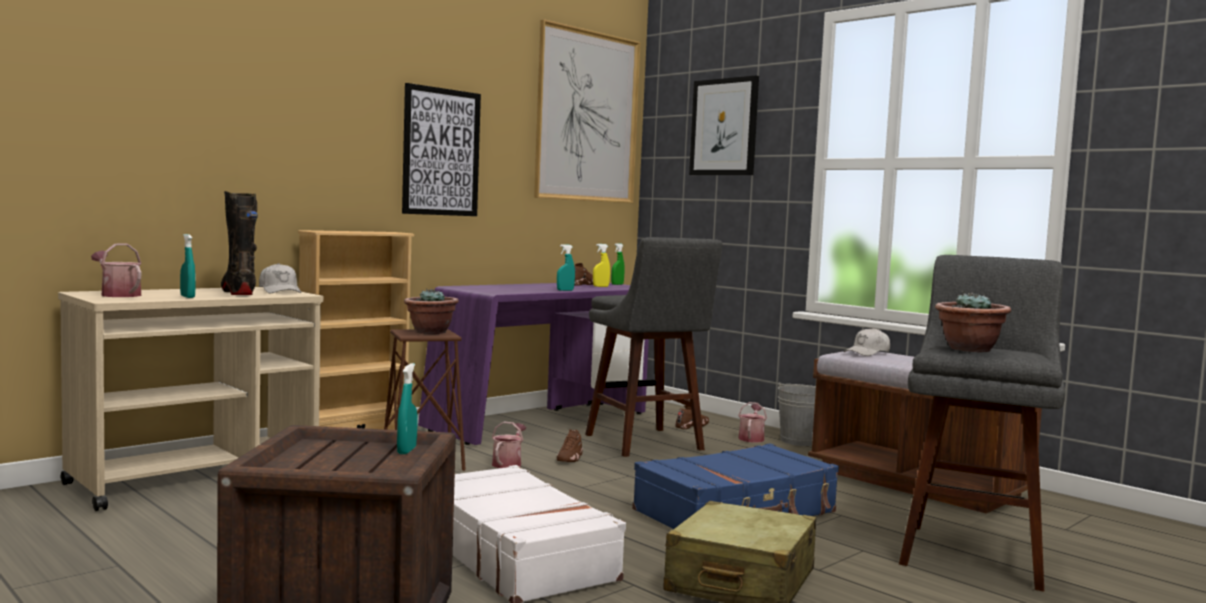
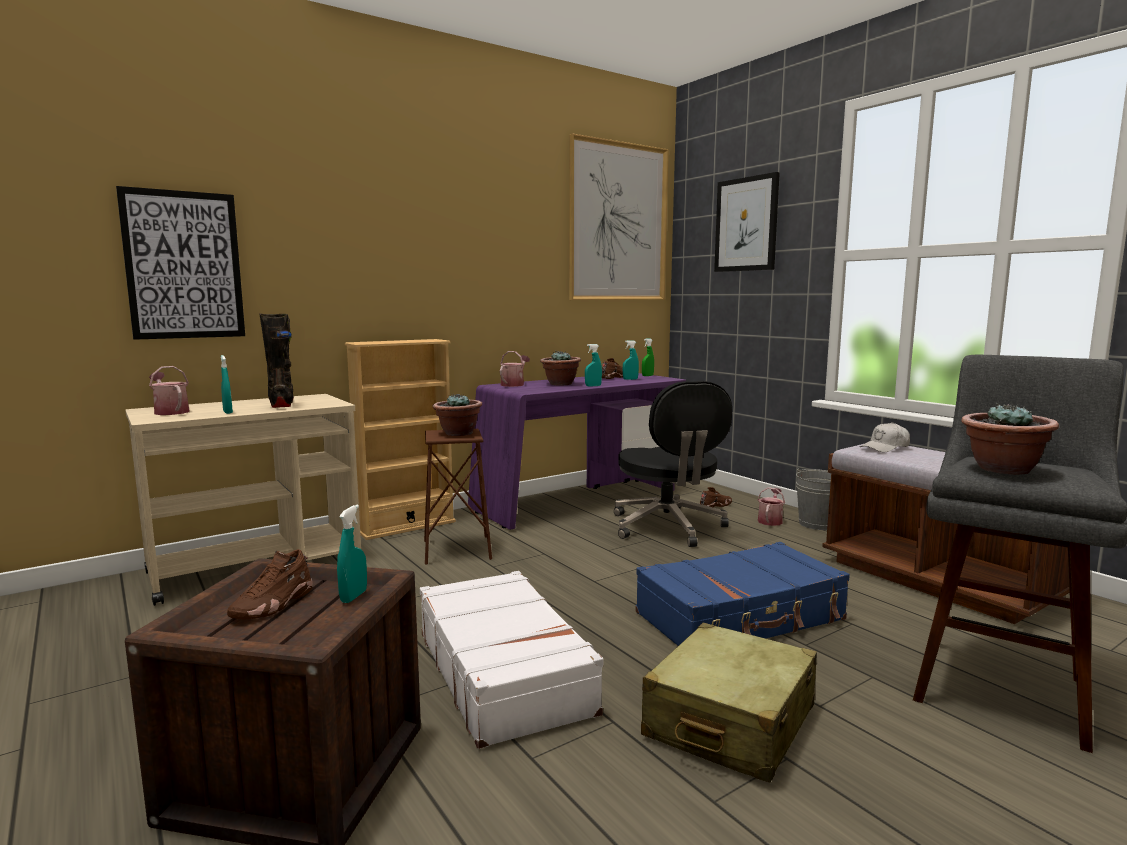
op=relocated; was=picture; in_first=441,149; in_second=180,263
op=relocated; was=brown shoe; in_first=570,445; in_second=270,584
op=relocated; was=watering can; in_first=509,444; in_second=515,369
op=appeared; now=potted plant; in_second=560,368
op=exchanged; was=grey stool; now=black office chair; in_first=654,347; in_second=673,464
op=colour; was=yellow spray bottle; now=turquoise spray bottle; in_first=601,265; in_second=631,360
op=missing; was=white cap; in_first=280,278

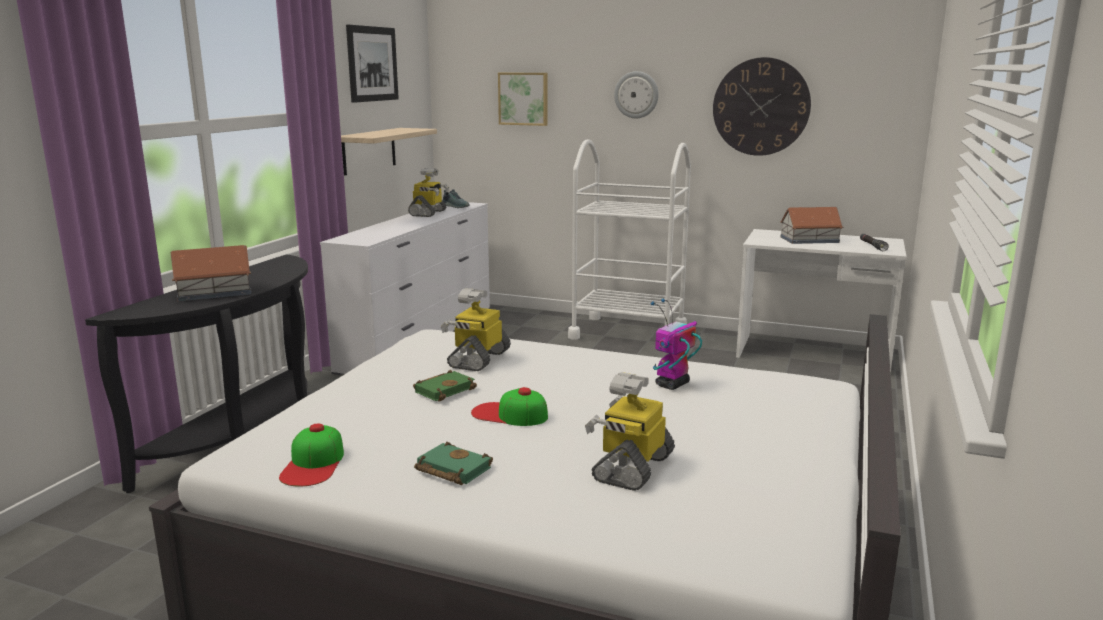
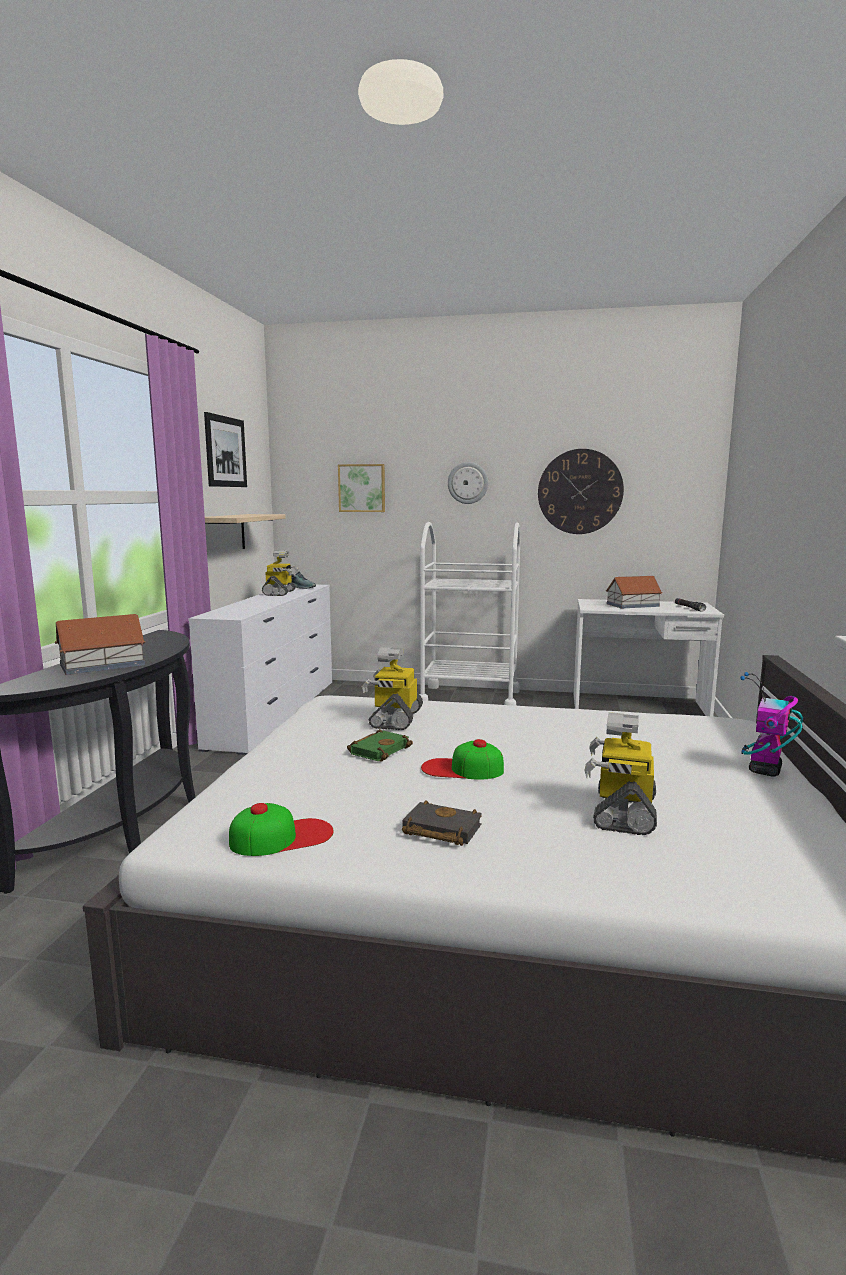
op=spun; was=cap; in_first=311,455; in_second=281,829; clockwise=-105
op=colour; was=green book; now=black book; in_first=453,463; in_second=442,823
op=relocated; was=toy robot; in_first=676,344; in_second=771,724

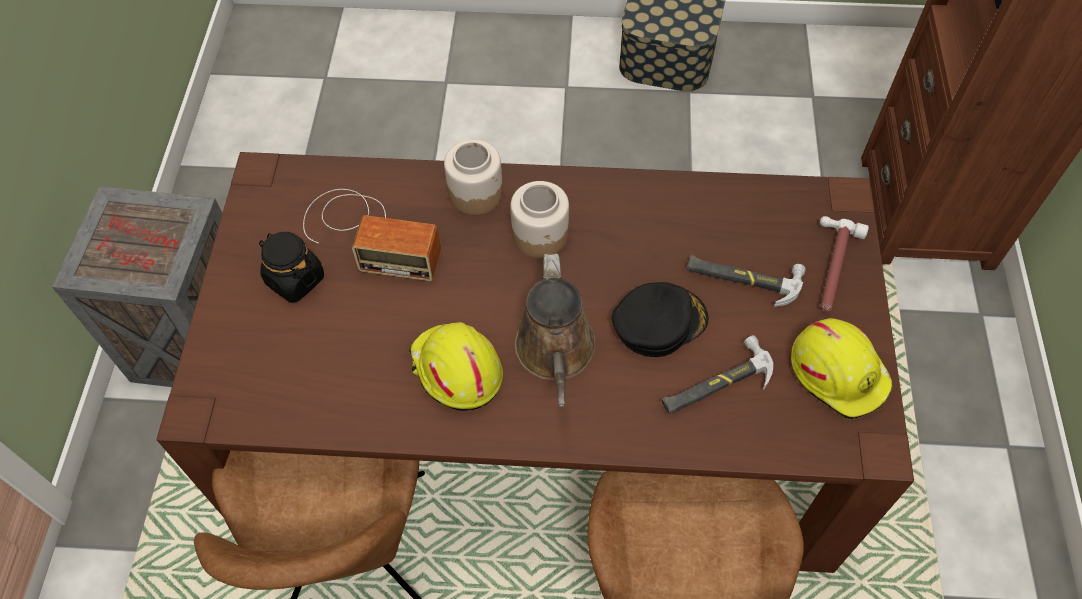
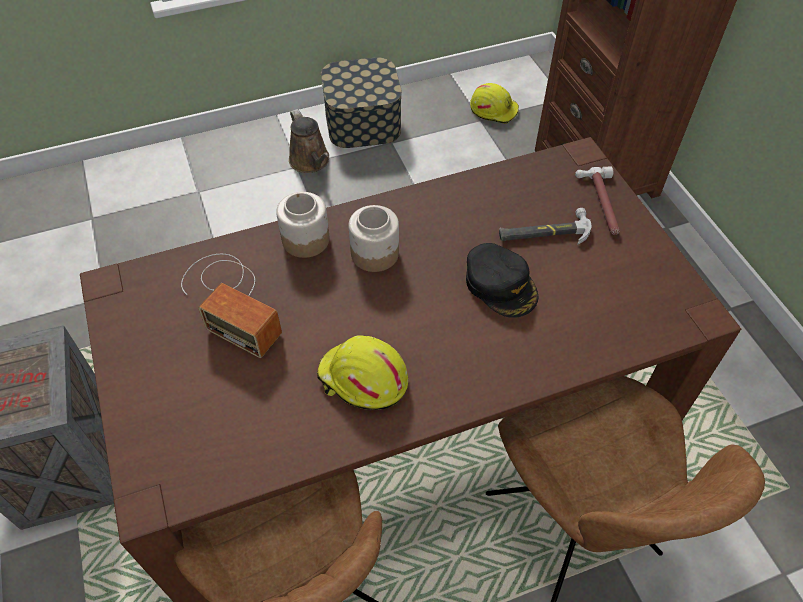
op=spun; was=radio; in_first=372,235; in_second=231,306; clockwise=45
op=relocated; was=brown watering can; in_first=555,330; in_second=309,141
op=spun; was=black cap; in_first=660,319; in_second=502,280; clockwise=105
op=relocated; was=yellow hard hat; in_first=842,369; in_second=494,103
op=missing; was=black jar; in_first=291,267
op=missing; was=hammer; in_first=717,374

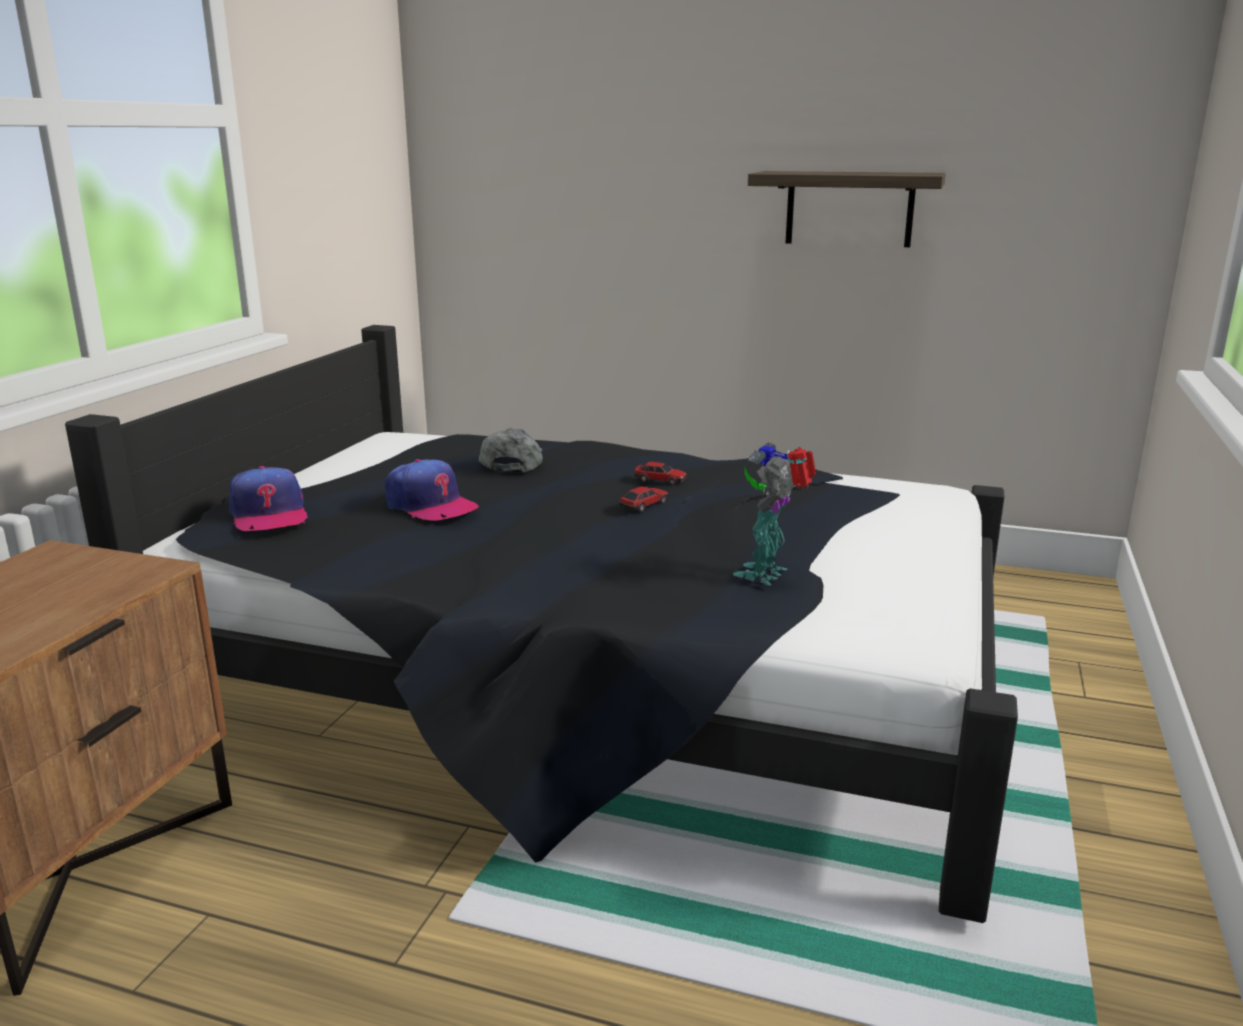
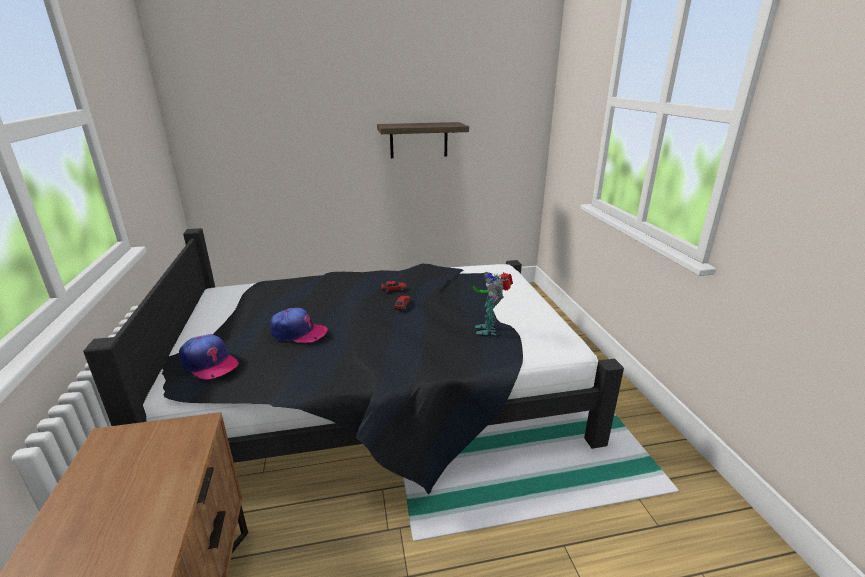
op=missing; was=grey cap; in_first=511,450

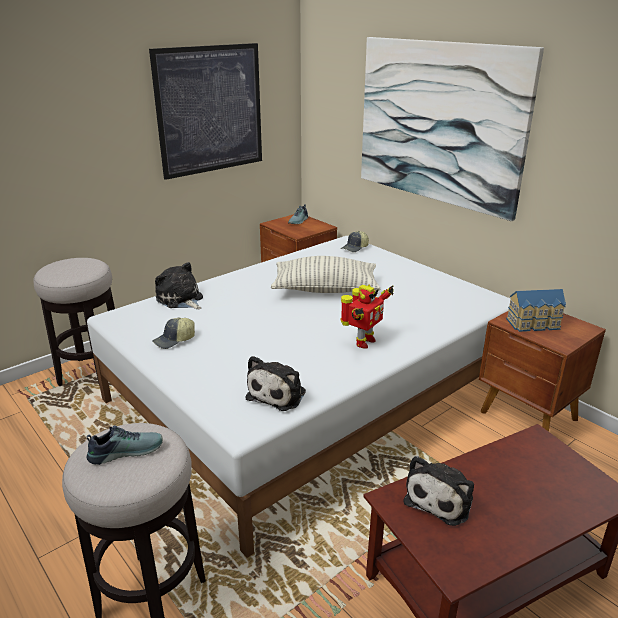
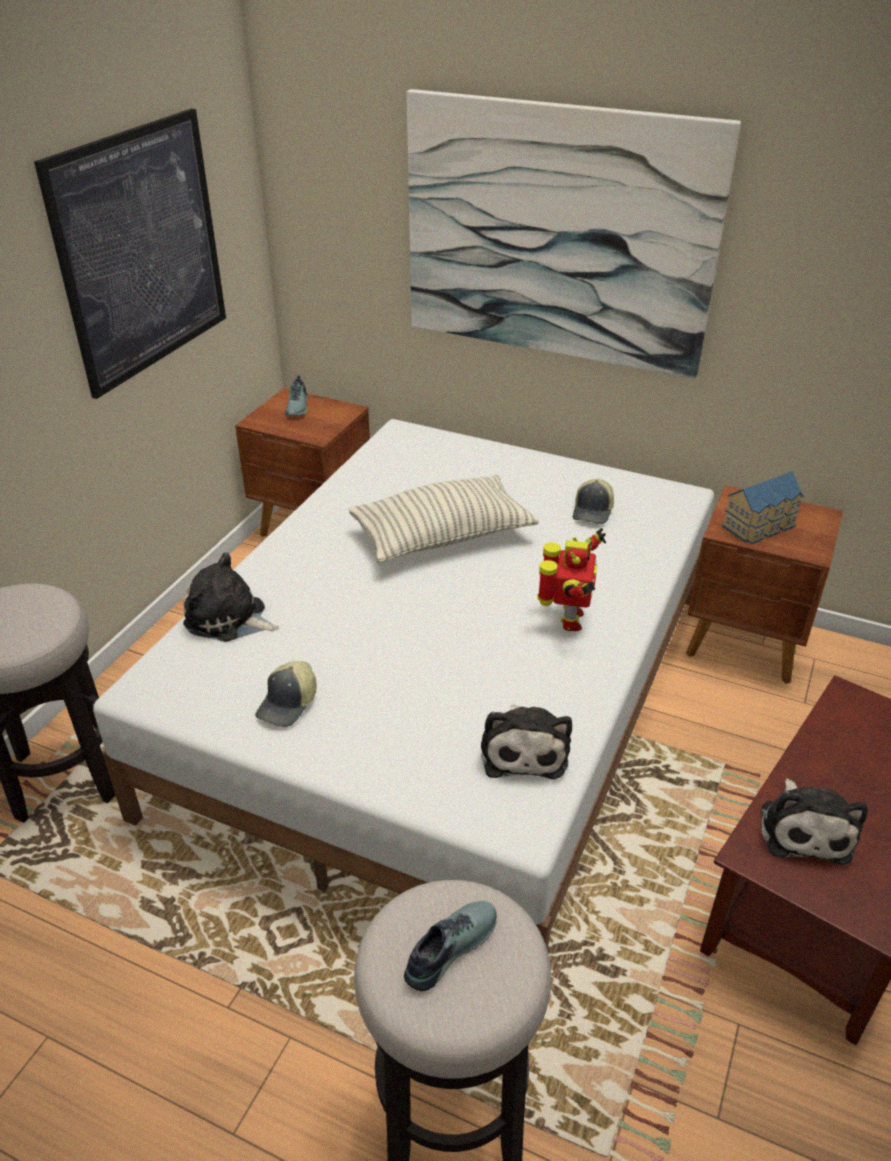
op=relocated; was=cap; in_first=355,241; in_second=593,501

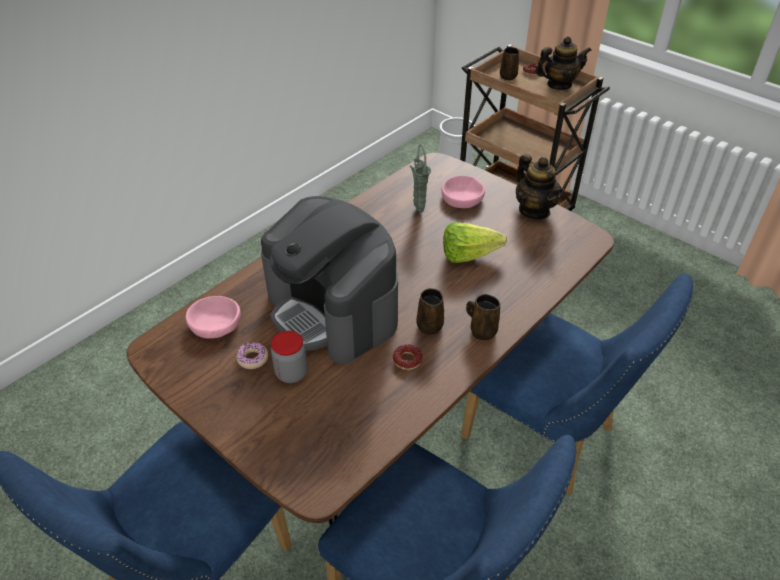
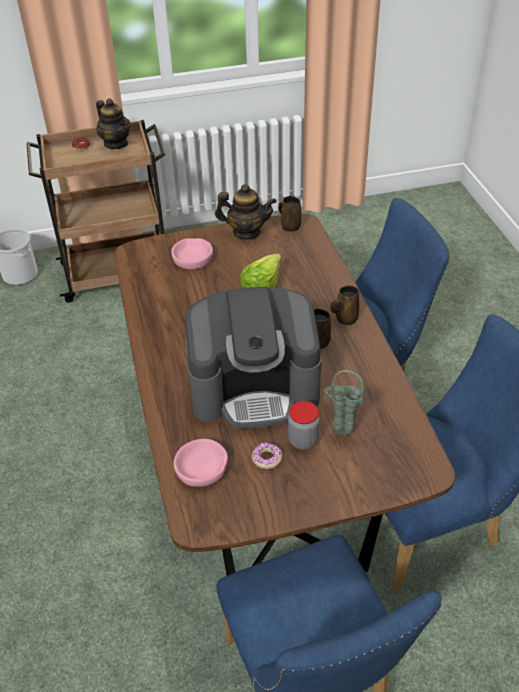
op=spun; was=teapot; in_first=563,63; in_second=113,124; clockwise=120
op=relocated; was=brown mug; in_first=509,63; in_second=289,214
op=relocated; was=green vase; in_first=420,178; in_second=344,402
op=missing; was=donut; in_first=408,357

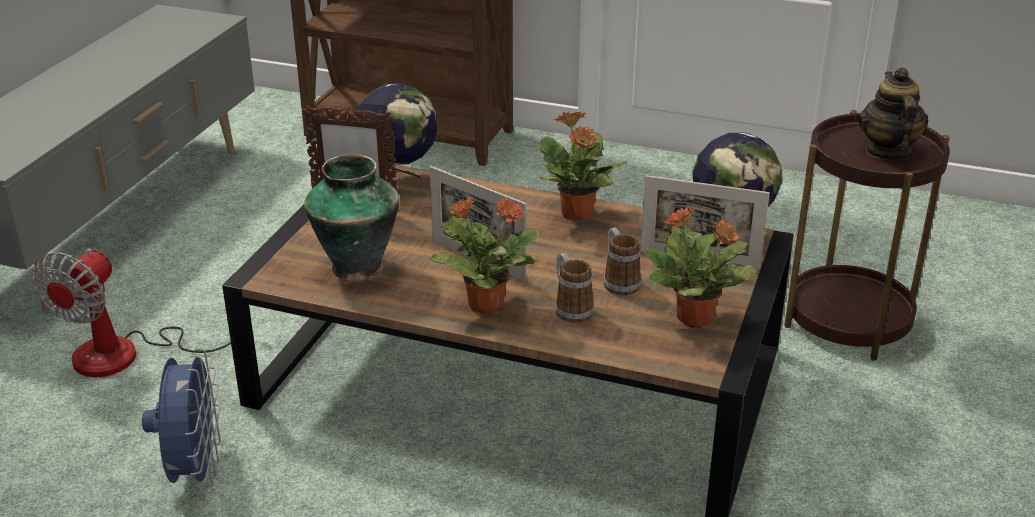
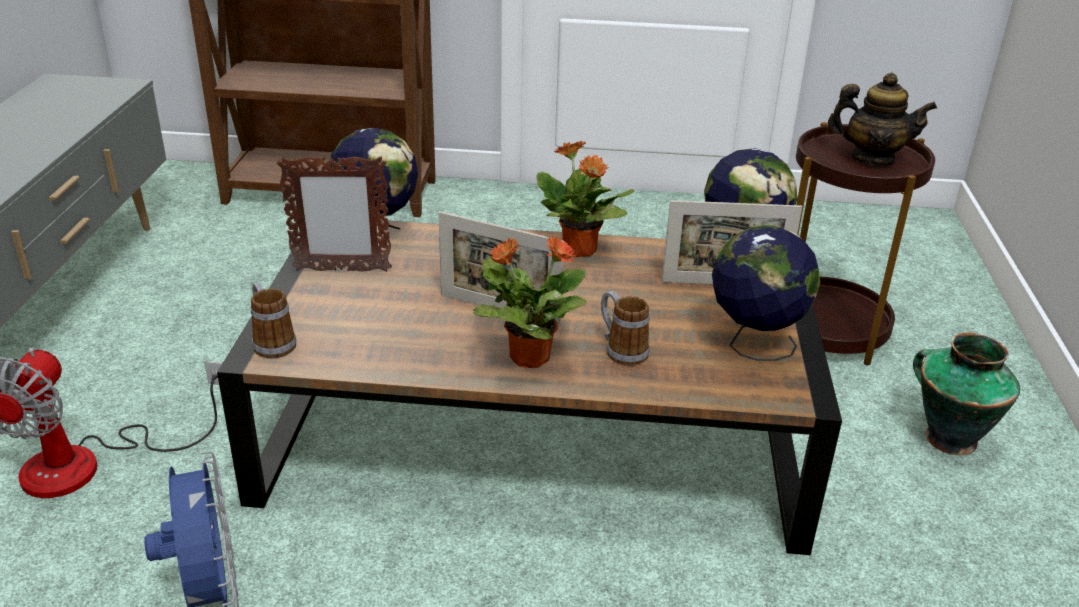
op=relocated; was=mug; in_first=622,262; in_second=273,320
op=exchanged; was=potted plant; now=globe; in_first=700,267; in_second=766,293
op=spun; was=teapot; in_first=893,113; in_second=882,119; clockwise=120
op=relocated; was=vase; in_first=351,217; in_second=966,394

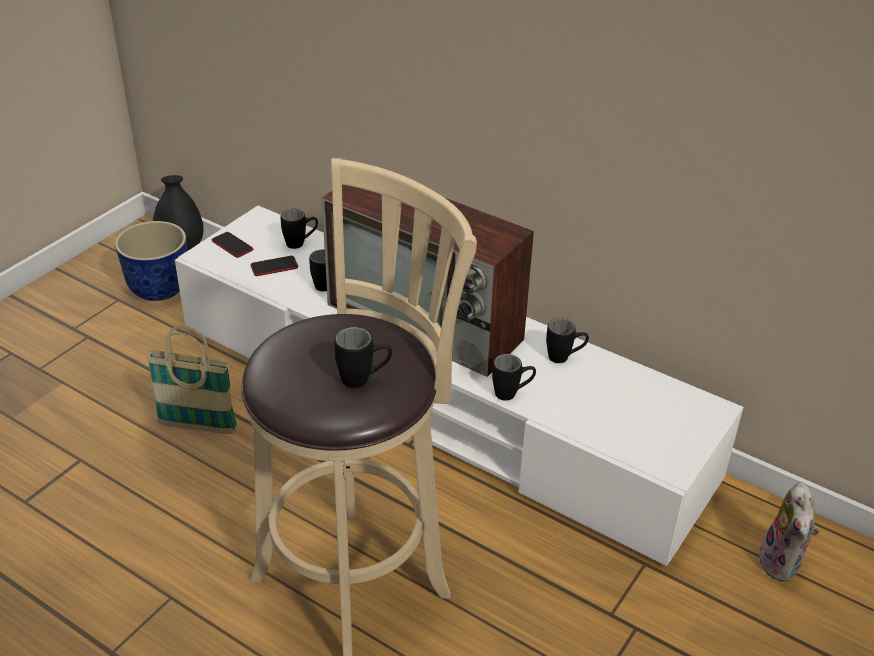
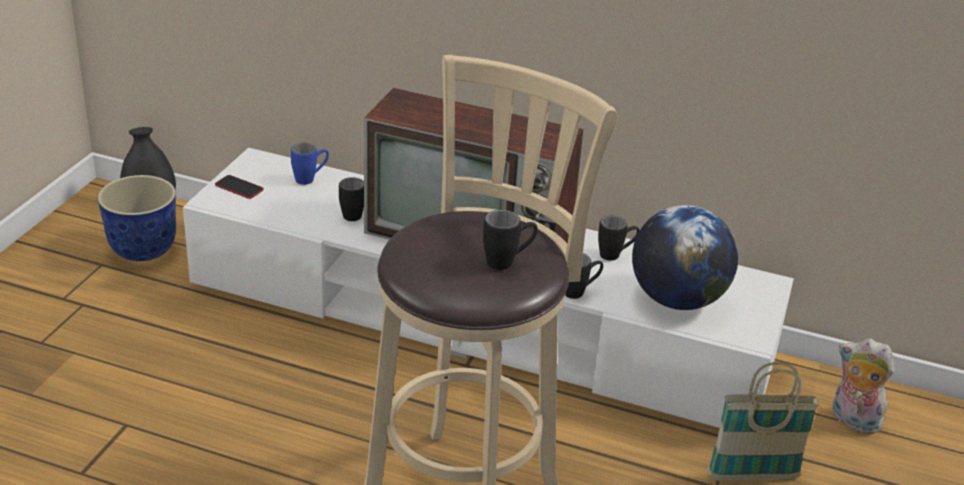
op=colour; was=black mug; now=blue mug; in_first=299,229; in_second=310,163
op=appeared; now=globe; in_second=685,257
op=relocated; was=basket; in_first=191,380; in_second=763,421
op=spun; was=plush toy; in_first=789,532; in_second=863,386; clockwise=135
op=missing; was=phone; in_first=274,266

